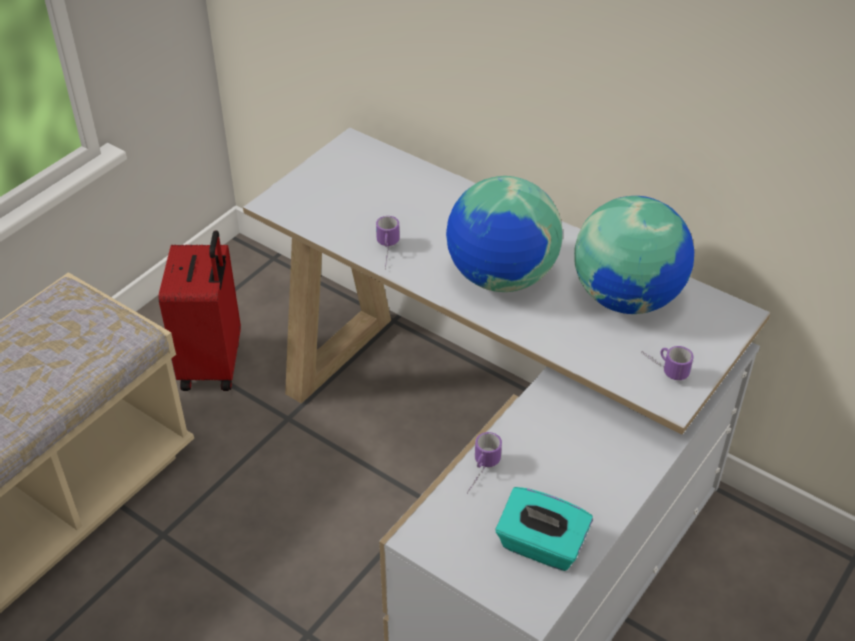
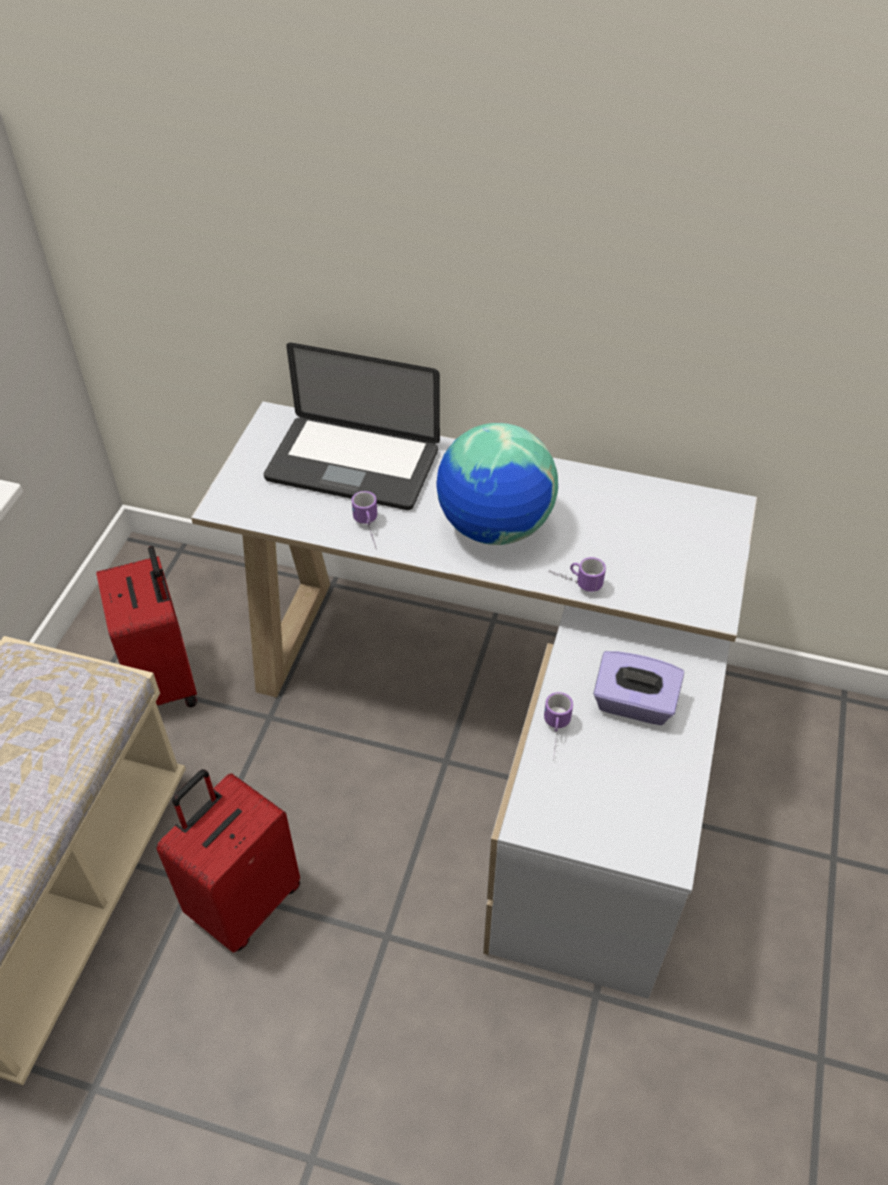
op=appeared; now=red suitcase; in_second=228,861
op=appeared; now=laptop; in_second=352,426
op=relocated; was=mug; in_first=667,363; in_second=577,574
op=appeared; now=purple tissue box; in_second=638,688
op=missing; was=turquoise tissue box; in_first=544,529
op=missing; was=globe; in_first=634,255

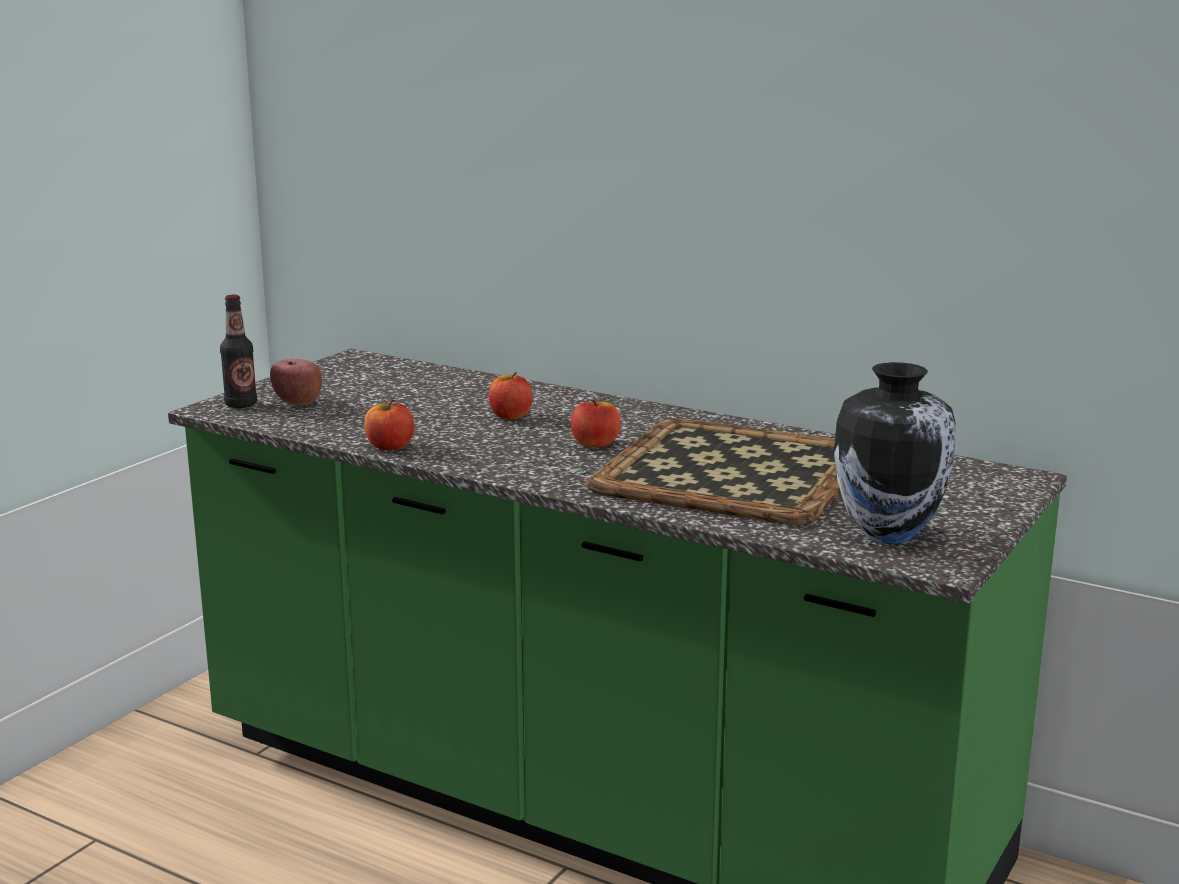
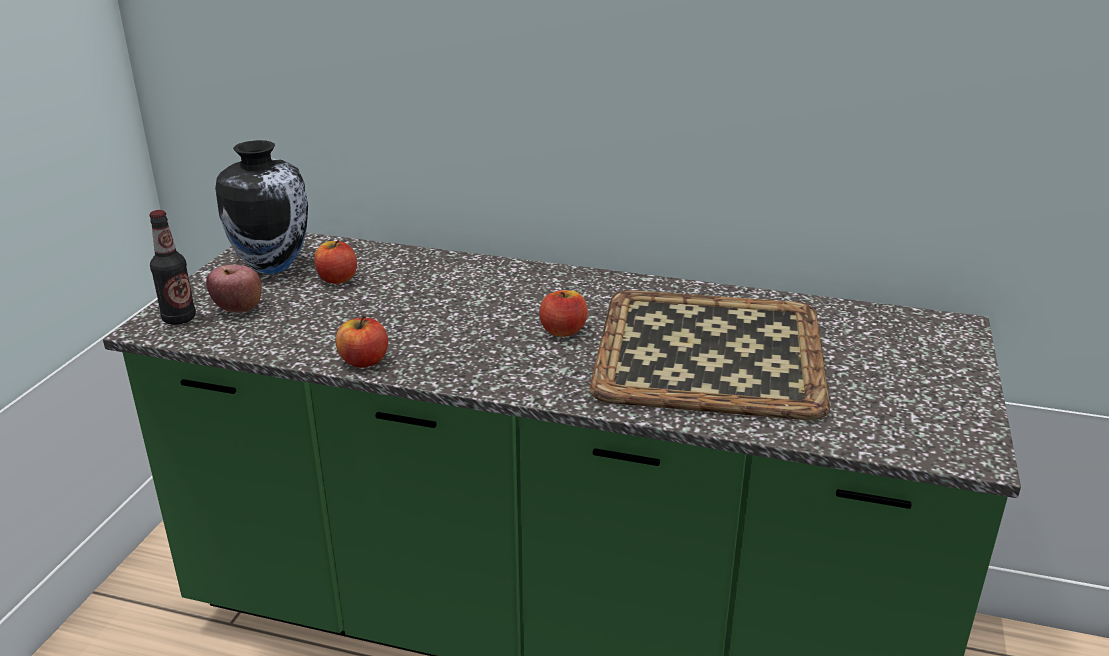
op=relocated; was=vase; in_first=895,453; in_second=261,207
op=relocated; was=apple; in_first=511,395; in_second=335,262

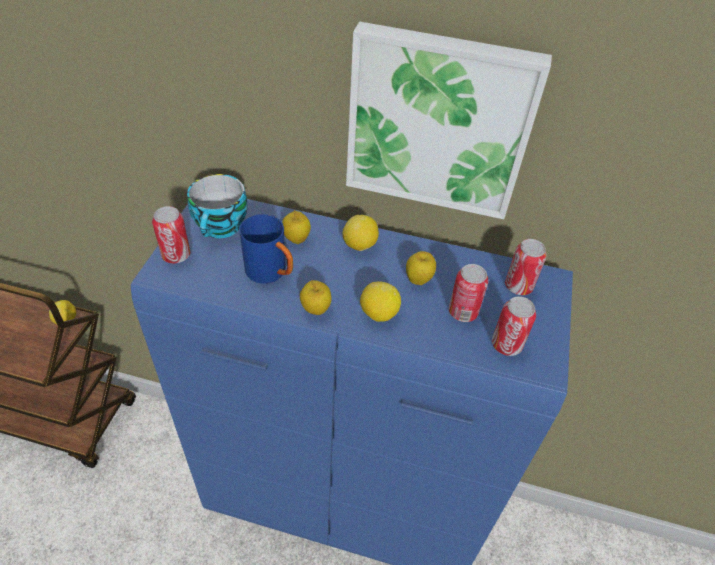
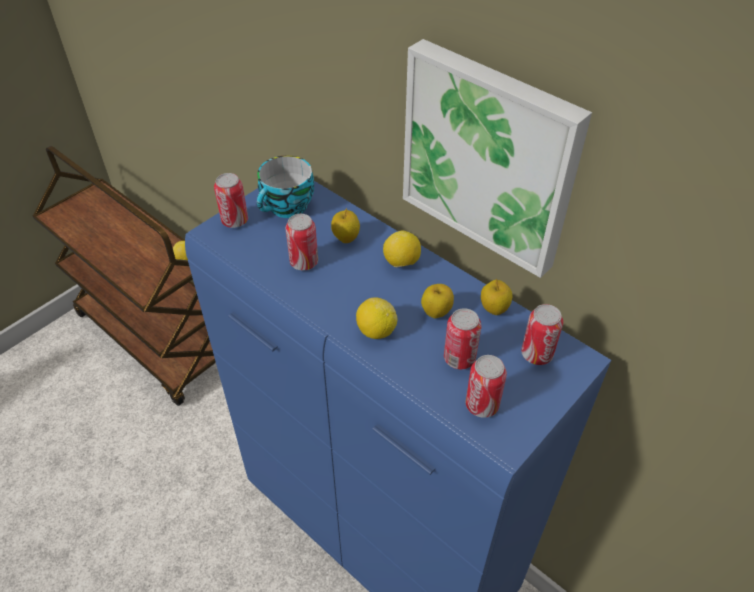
op=exchanged; was=blue mug; now=can; in_first=266,249; in_second=301,242
op=relocated; was=apple; in_first=316,297; in_second=497,297

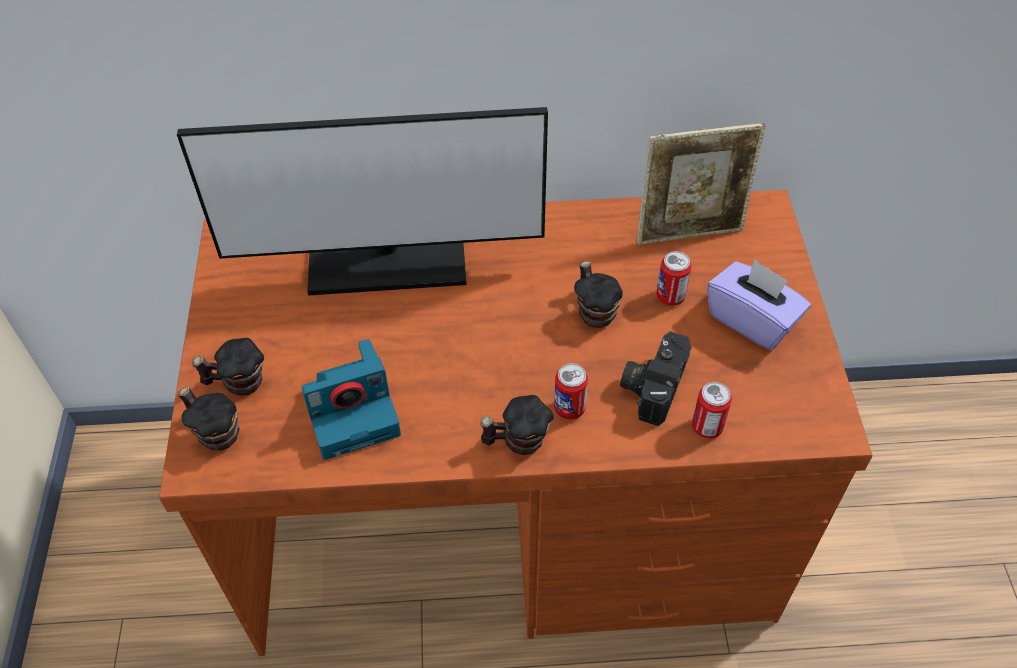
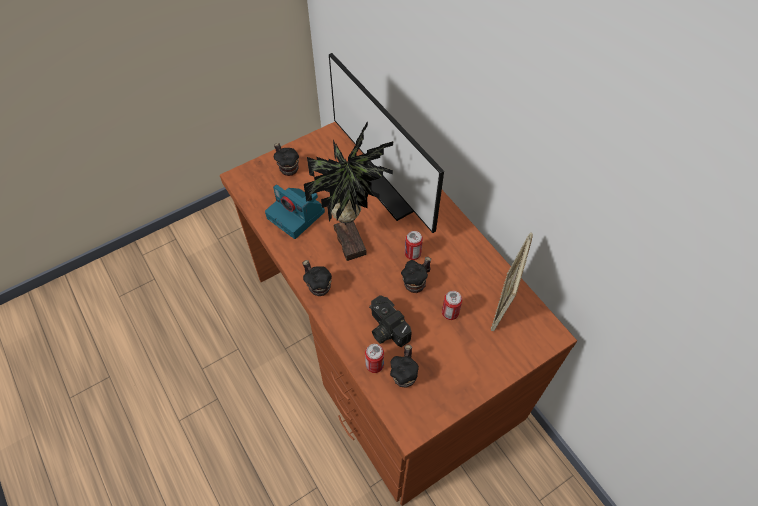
op=appeared; now=potted plant; in_second=348,191
op=spun; was=photo camera; in_first=656,378; in_second=390,321; clockwise=-120
op=relocated; was=mug; in_first=208,419; in_second=404,366
op=relocated; was=can; in_first=571,391; in_second=414,245
op=spun; was=picture frame; in_first=701,184; in_second=512,282; clockwise=60
op=missing; was=purple tissue box; in_first=759,305

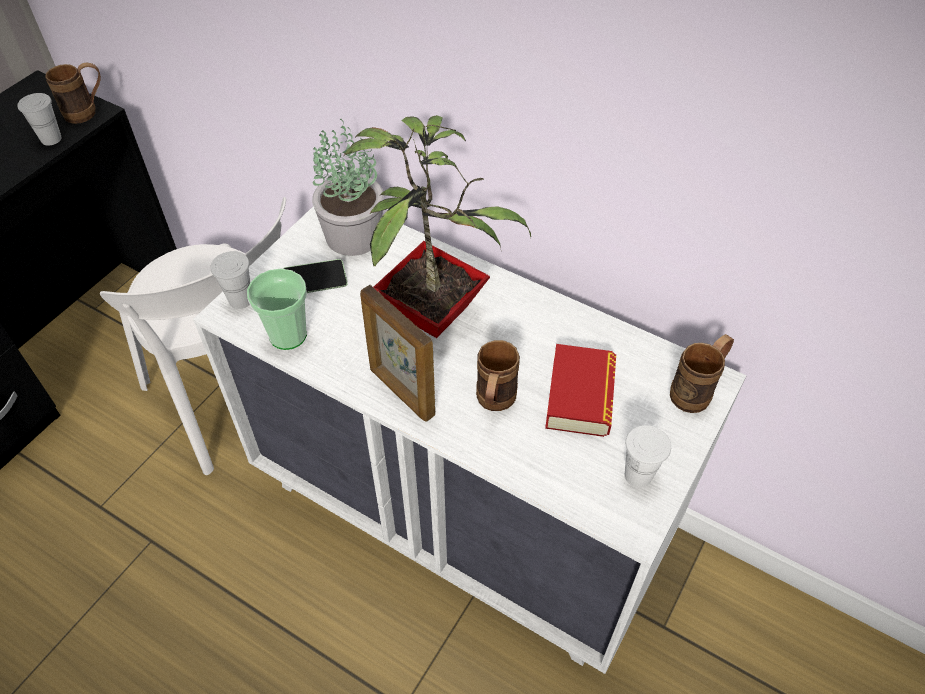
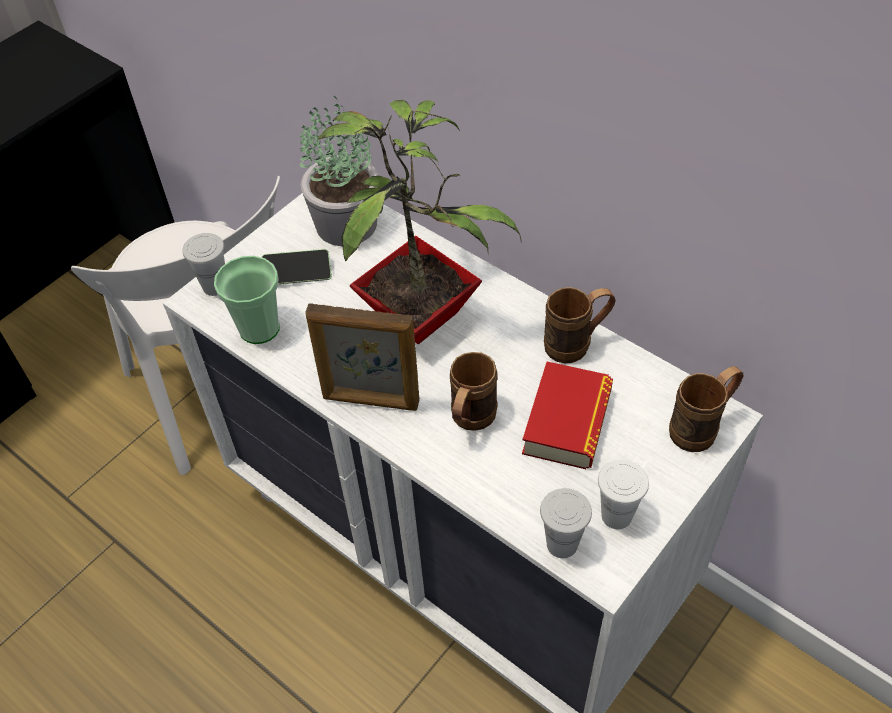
op=spun; was=picture frame; in_first=398,353; in_second=362,357; clockwise=-45
op=relocated; was=white cup; in_first=39,119; in_second=566,523
op=relocated; was=brown mug; in_first=73,93; in_second=580,325

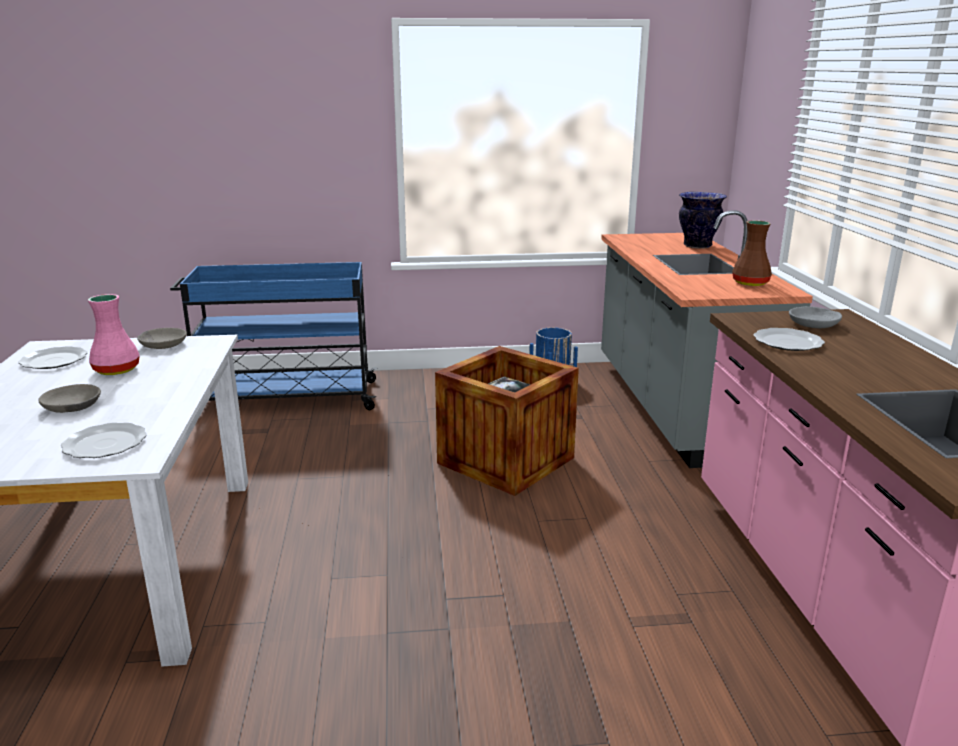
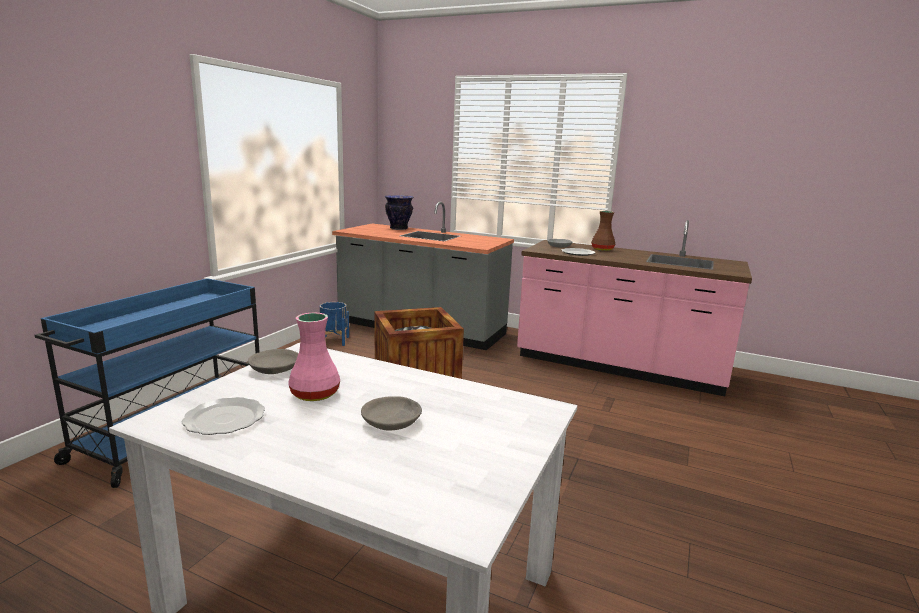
op=relocated; was=brown vase; in_first=752,253; in_second=603,231
op=missing; was=plate; in_first=104,440

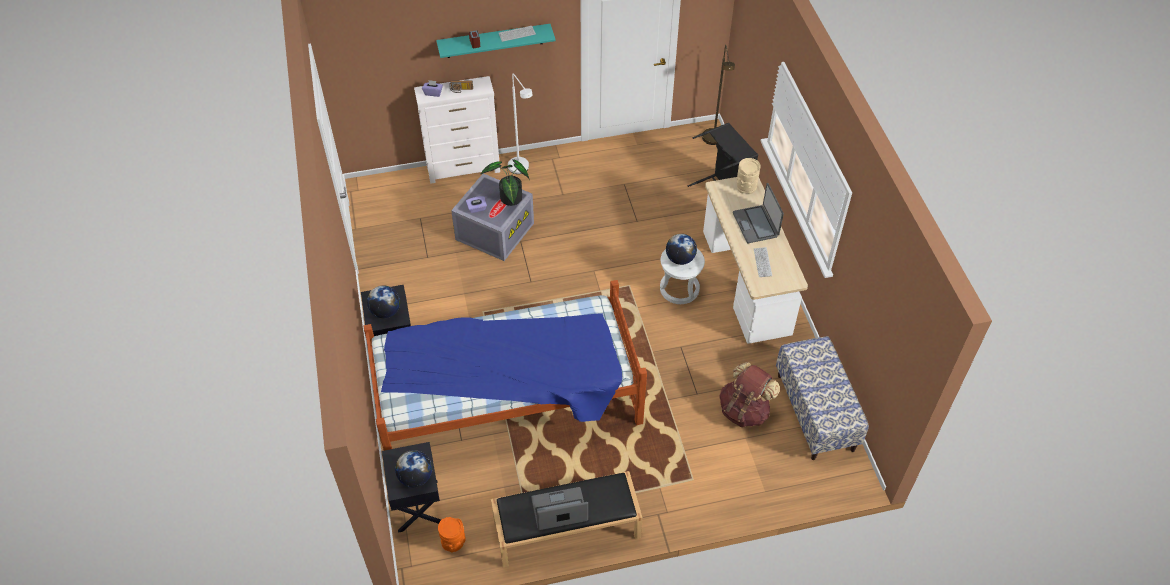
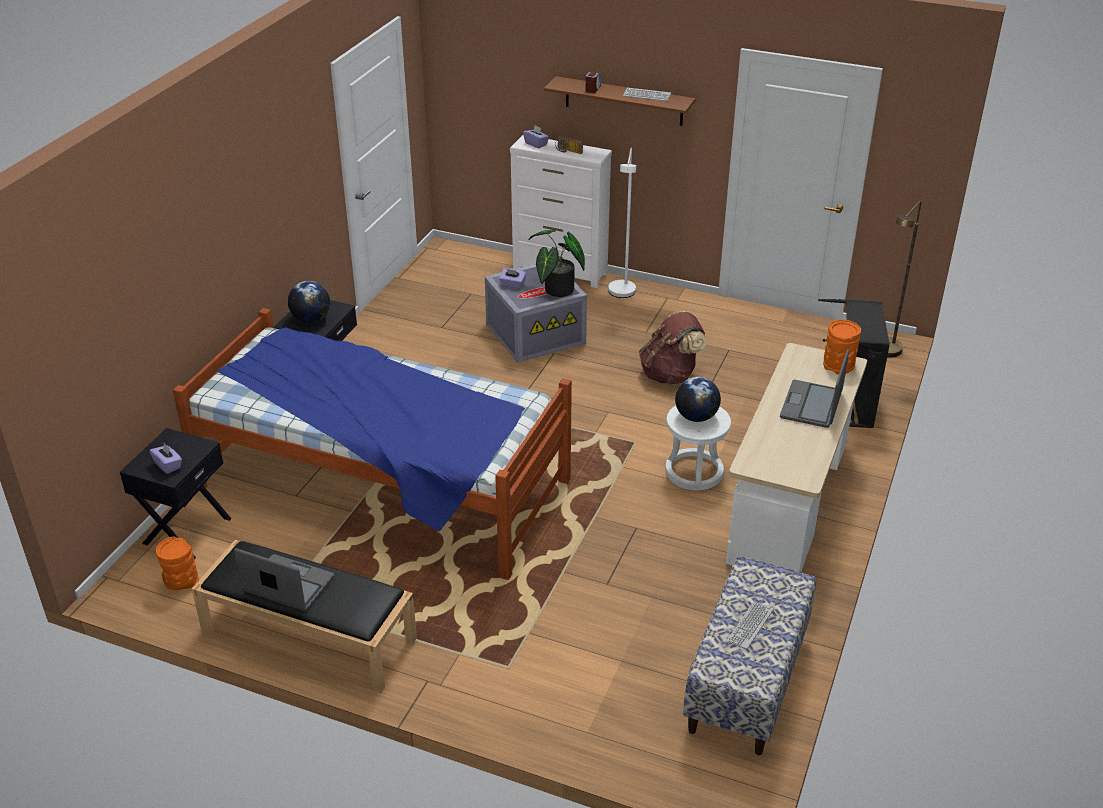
op=exchanged; was=globe; now=purple tissue box; in_first=413,468; in_second=165,458
op=colour; was=turquoise shelf; now=brown shelf; in_first=496,41; in_second=620,101
op=relocated; was=brown backpack; in_first=749,394; in_second=673,347
op=relocated; was=keyboard; in_first=763,262; in_second=750,626
op=colour; was=beige vase; now=orange vase; in_first=748,176; in_second=842,347

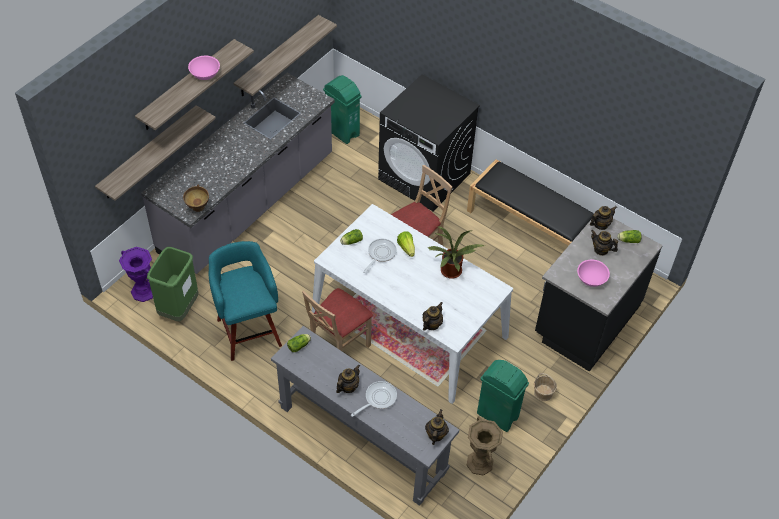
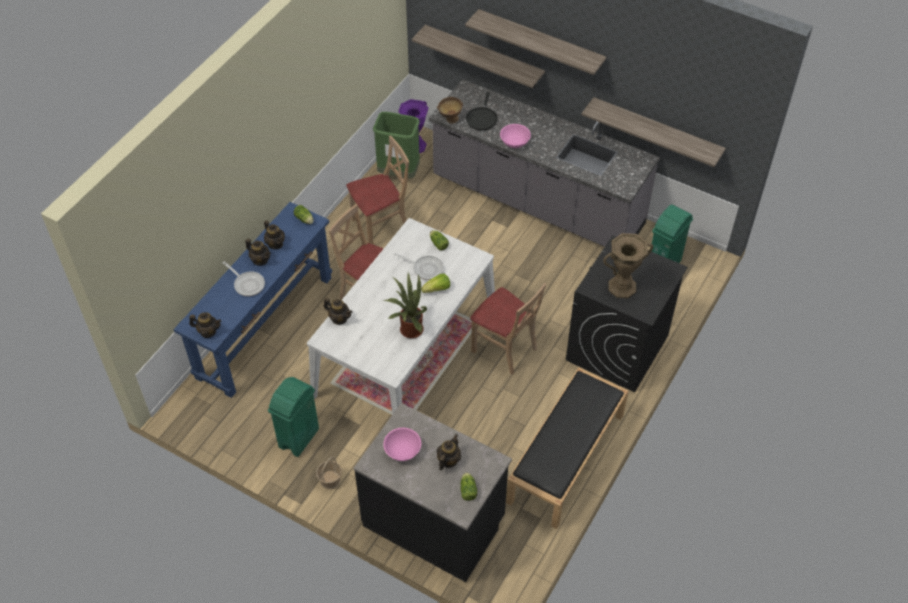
op=colour; was=grey console table; now=blue console table; in_first=365,416; in_second=253,300
op=relocated; was=teapot; in_first=603,218; in_second=274,234
op=exchanged; was=turquoise stool; now=beige chair; in_first=245,301; in_second=377,190
op=appeared; now=black frying pan; in_second=482,111
op=relocated; was=pink bowl; in_first=204,68; in_second=515,136
op=relocated; was=brown vase; in_first=484,446; in_second=628,265

